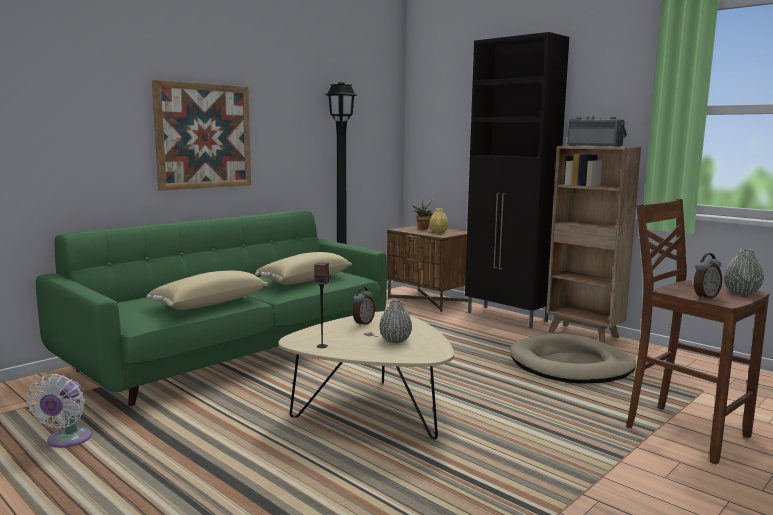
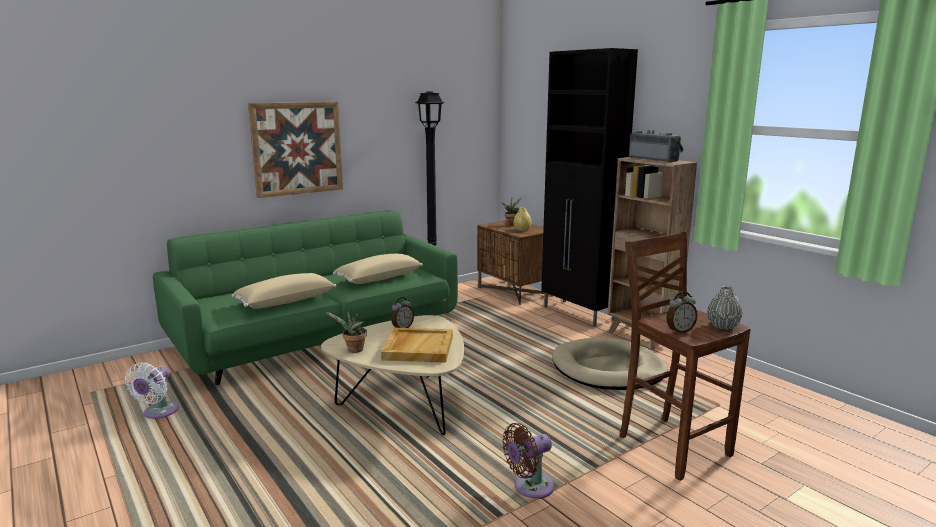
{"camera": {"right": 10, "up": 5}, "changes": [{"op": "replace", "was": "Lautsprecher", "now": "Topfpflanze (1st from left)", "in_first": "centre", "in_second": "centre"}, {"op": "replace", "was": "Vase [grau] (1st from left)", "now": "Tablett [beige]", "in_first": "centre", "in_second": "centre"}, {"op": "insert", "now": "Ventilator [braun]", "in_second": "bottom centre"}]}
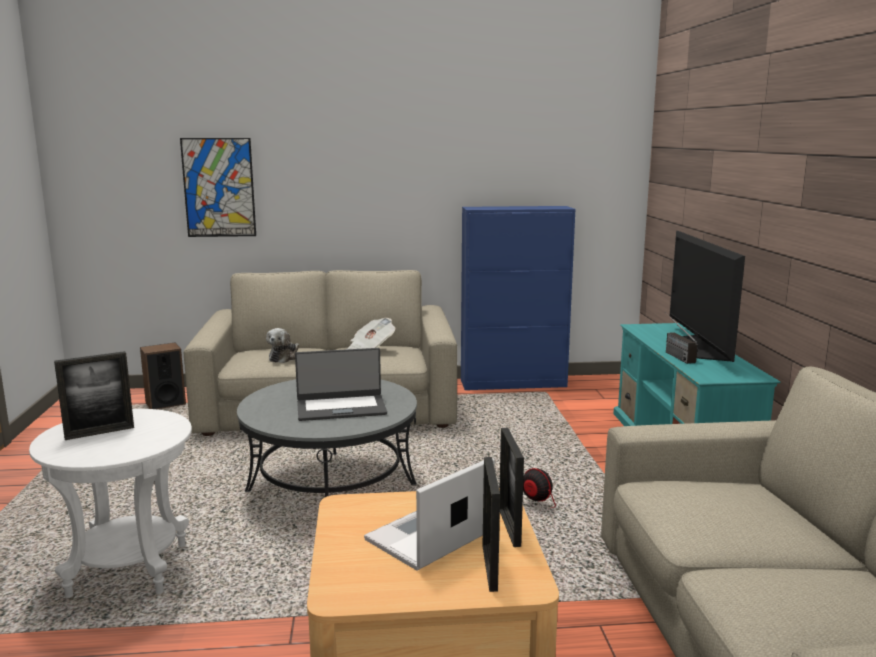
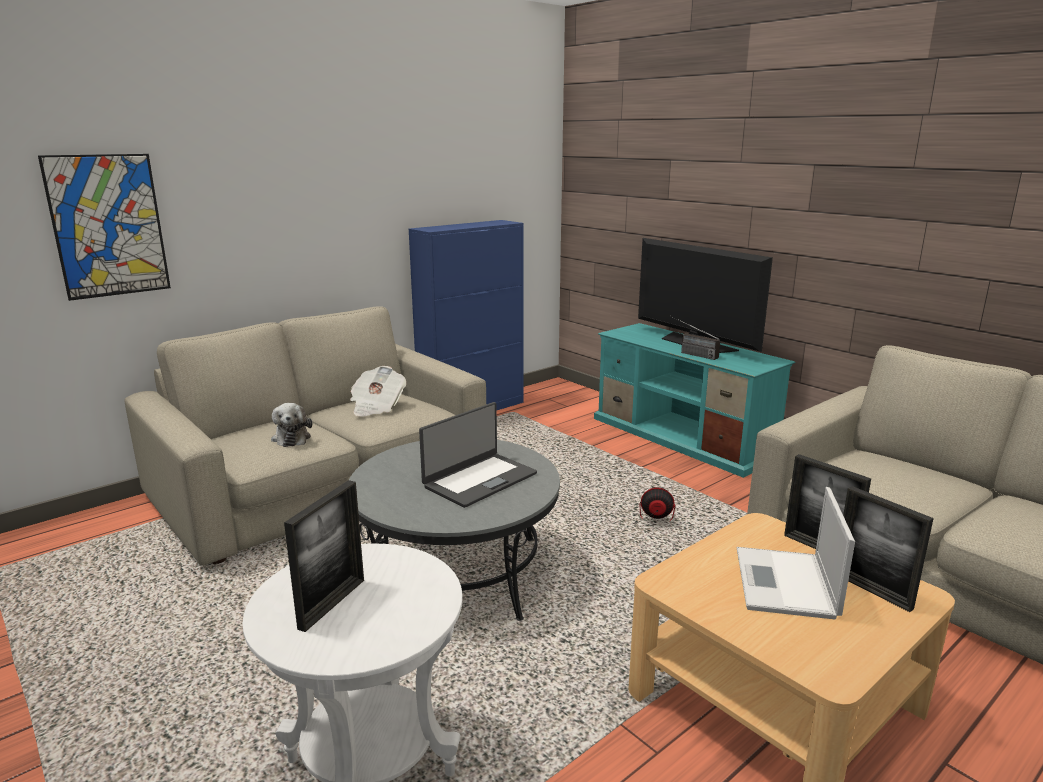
{"camera": {"right": -35, "up": 5}, "changes": [{"op": "delete", "was": "Lautsprecher", "in_first": "middle left"}]}
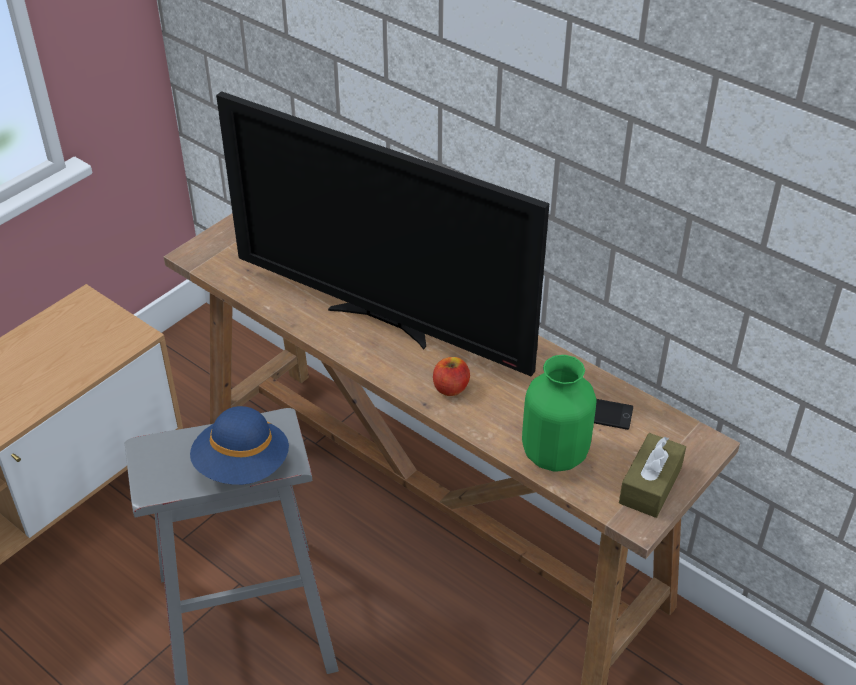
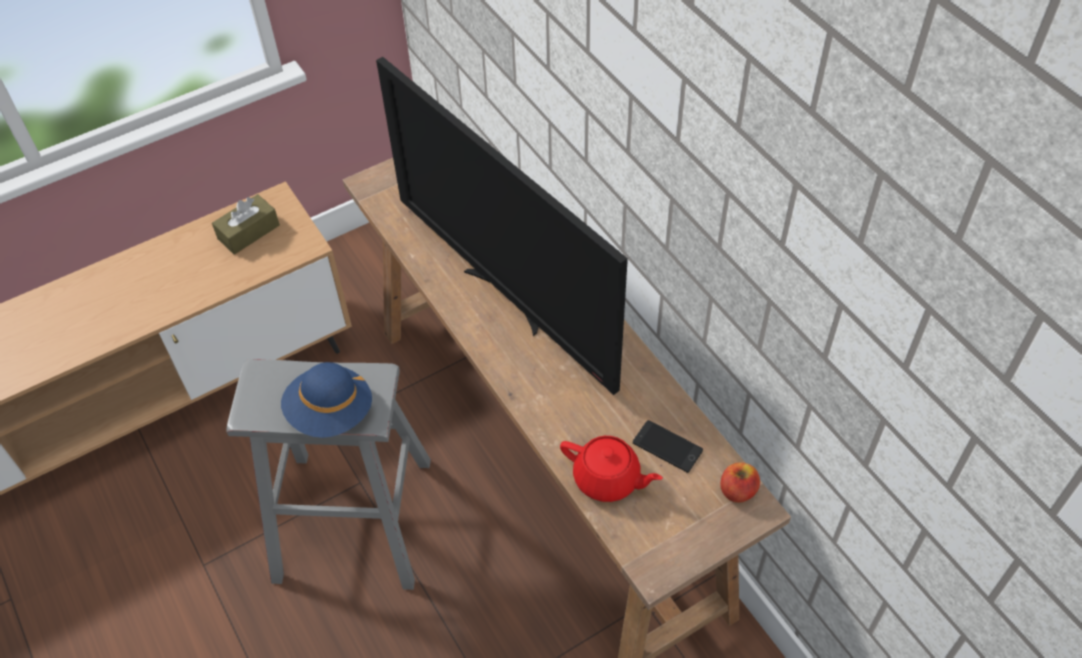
{"camera": {"right": 20, "up": 10}, "changes": [{"op": "replace", "was": "Vase [grün]", "now": "Teekanne [rot]", "in_first": "centre", "in_second": "bottom centre"}, {"op": "move", "was": "Apfel", "in_first": "centre", "in_second": "bottom right"}, {"op": "move", "was": "Taschentuchbox [braun]", "in_first": "bottom right", "in_second": "middle left"}]}
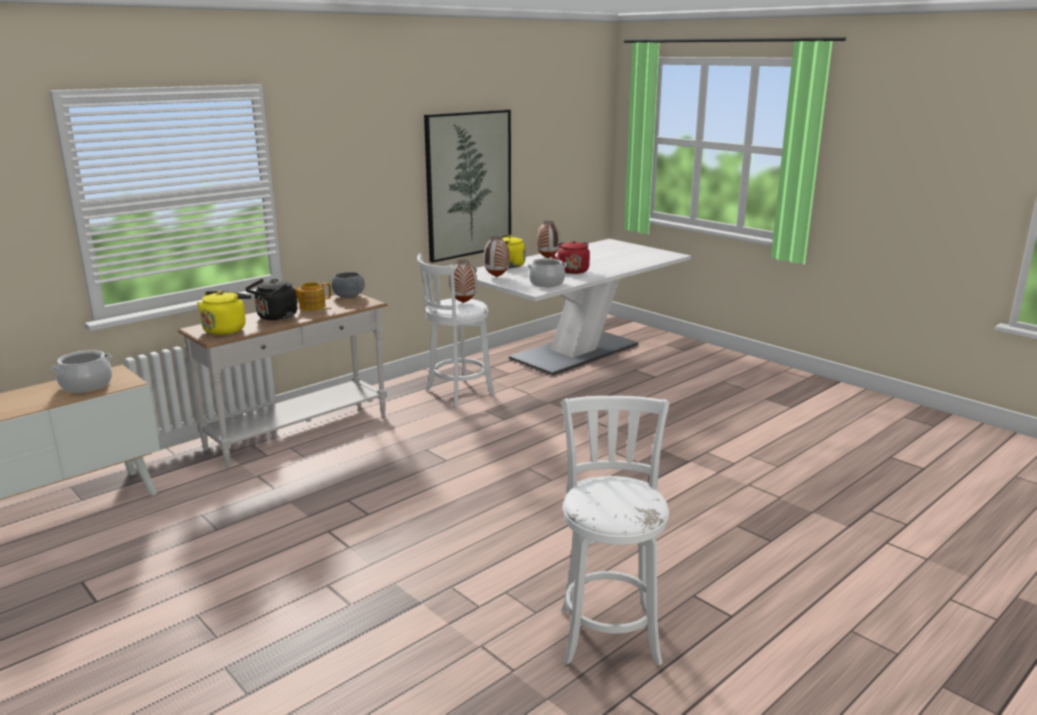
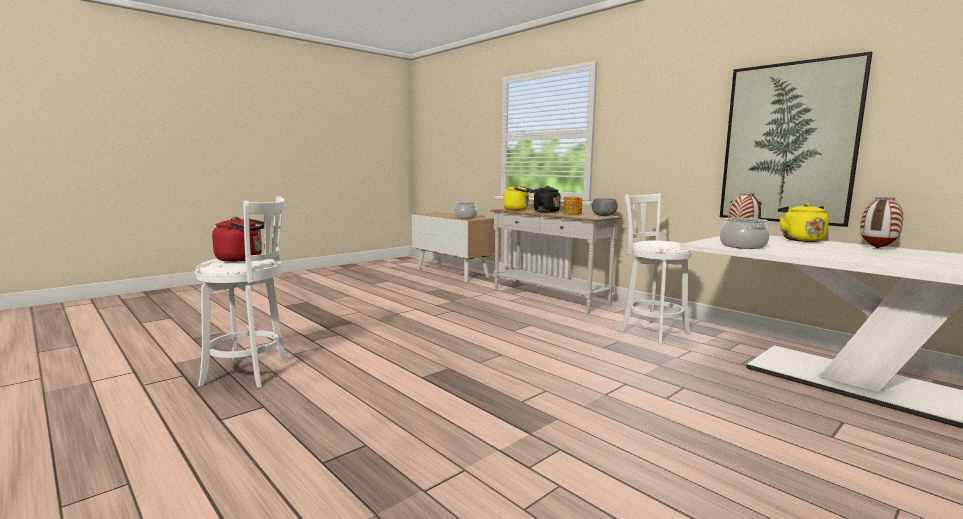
{"camera": {"right": 90, "up": -10}, "changes": [{"op": "move", "was": "Wasserkessel [rot]", "in_first": "centre", "in_second": "middle left"}, {"op": "delete", "was": "Vase (1st from left)", "in_first": "centre"}]}
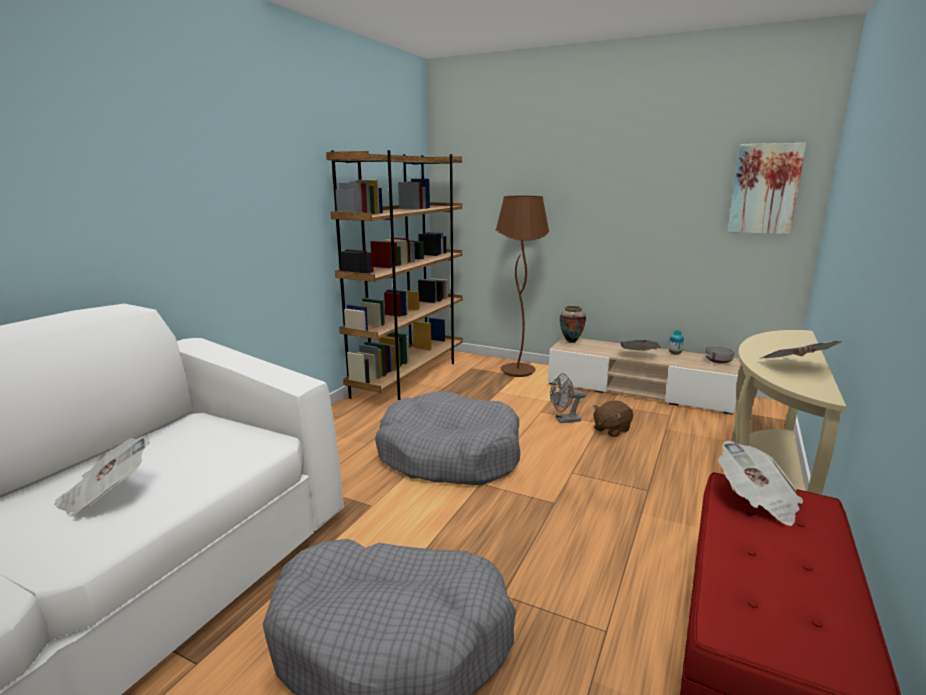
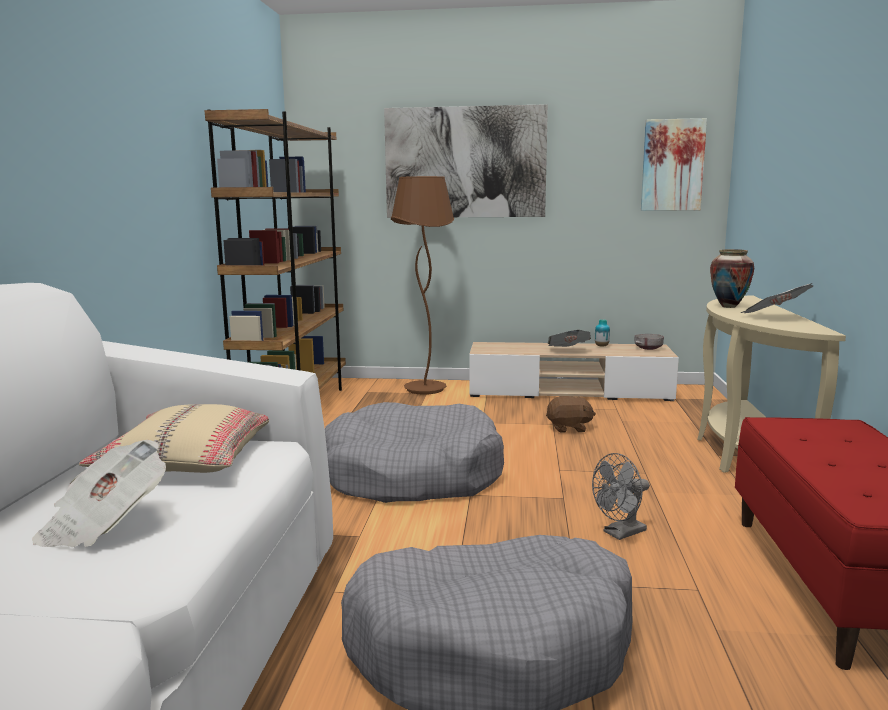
{"camera": {"right": -20, "up": -5}, "changes": [{"op": "move", "was": "Vase (1st from left in the first image)", "now": "Vase (2nd from left)", "in_first": "centre", "in_second": "middle right"}, {"op": "move", "was": "Ventilator [grau]", "in_first": "centre", "in_second": "bottom right"}, {"op": "rotate", "was": "Plüschtier [braun]", "in_first": "centre", "in_second": "centre", "clockwise": -120}, {"op": "delete", "was": "Zeitung (3rd from left)", "in_first": "bottom right"}, {"op": "insert", "now": "Bild (1st from left)", "in_second": "top centre"}, {"op": "insert", "now": "Kissen [beige]", "in_second": "middle left"}]}
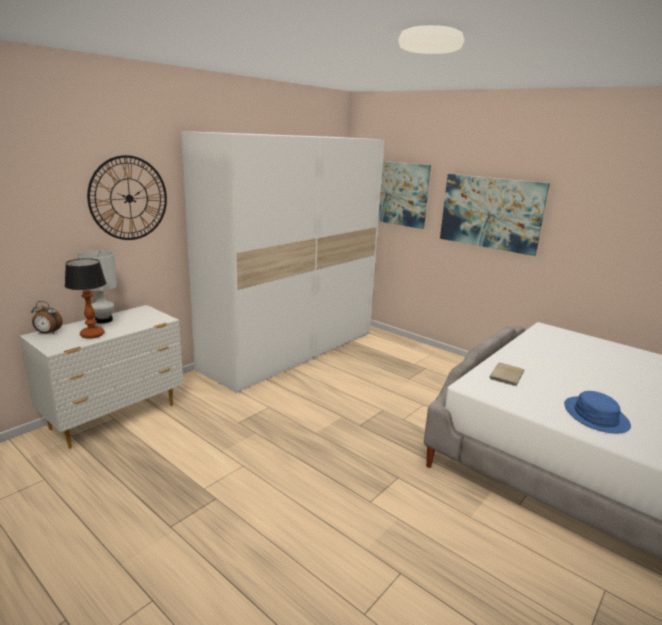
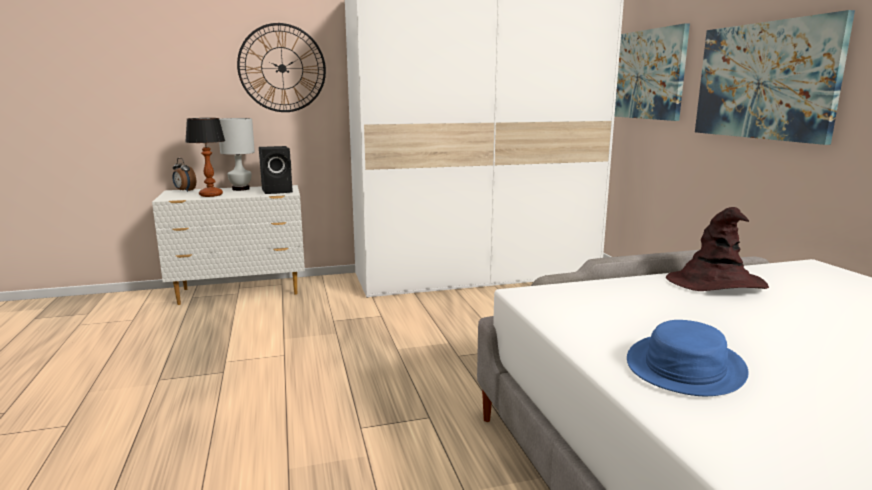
{"camera": {"right": 35, "up": -5}, "changes": [{"op": "delete", "was": "Buch [beige]", "in_first": "middle right"}, {"op": "insert", "now": "Lautsprecher [schwarz]", "in_second": "middle left"}, {"op": "insert", "now": "Hut [braun]", "in_second": "middle right"}]}
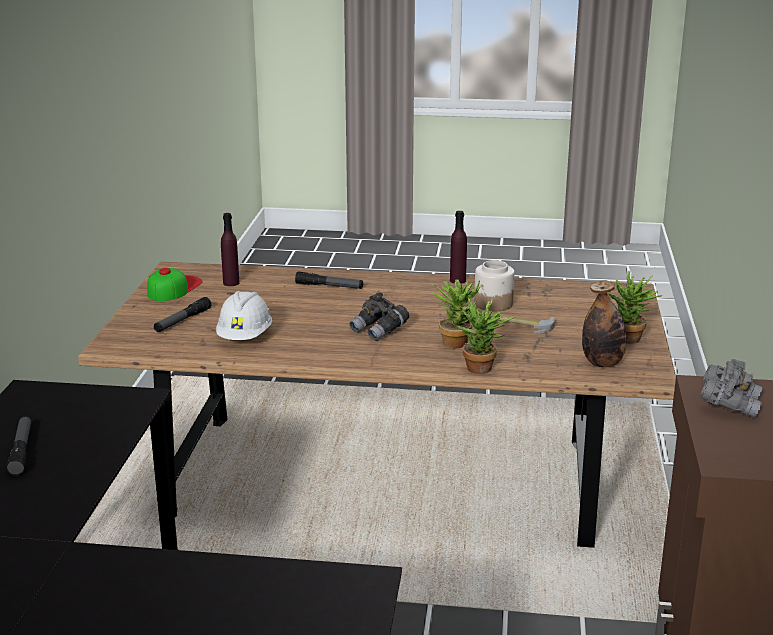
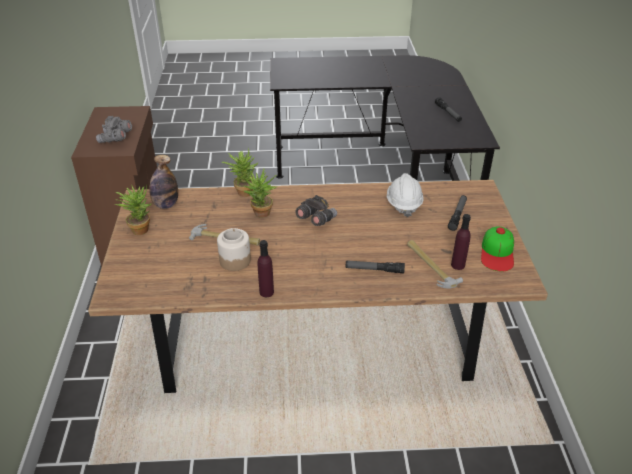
{"camera": {"right": 170, "up": 15}, "changes": [{"op": "insert", "now": "Hammer (2nd from left)", "in_second": "middle right"}]}
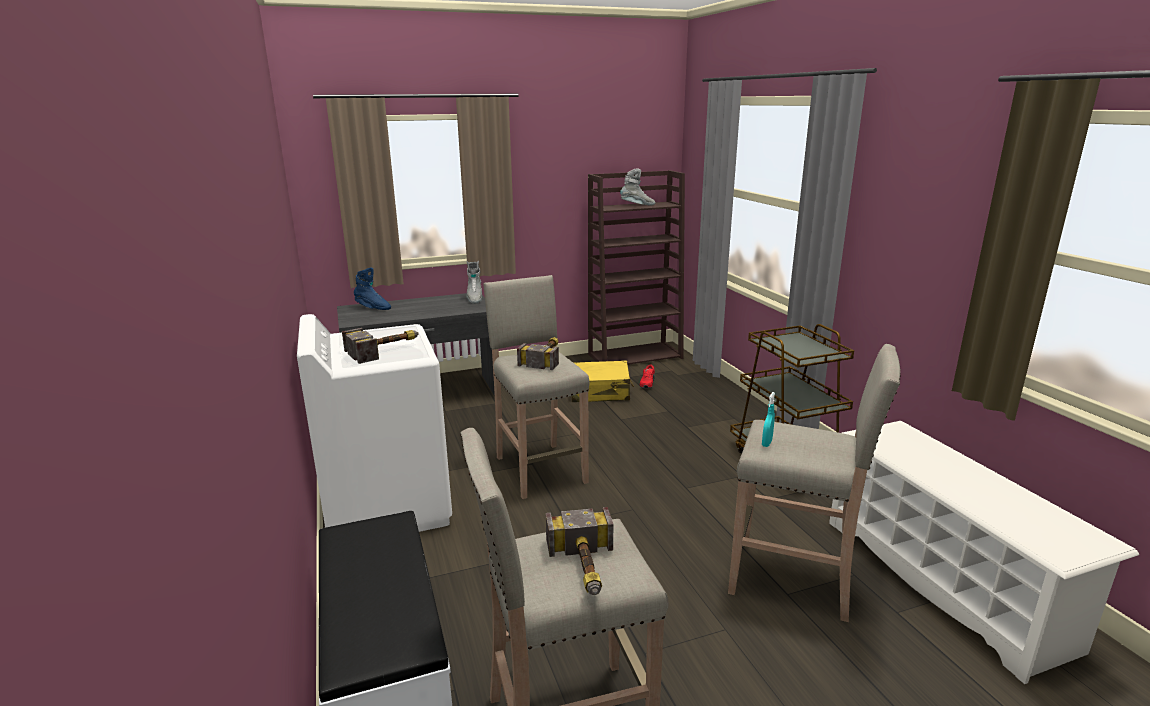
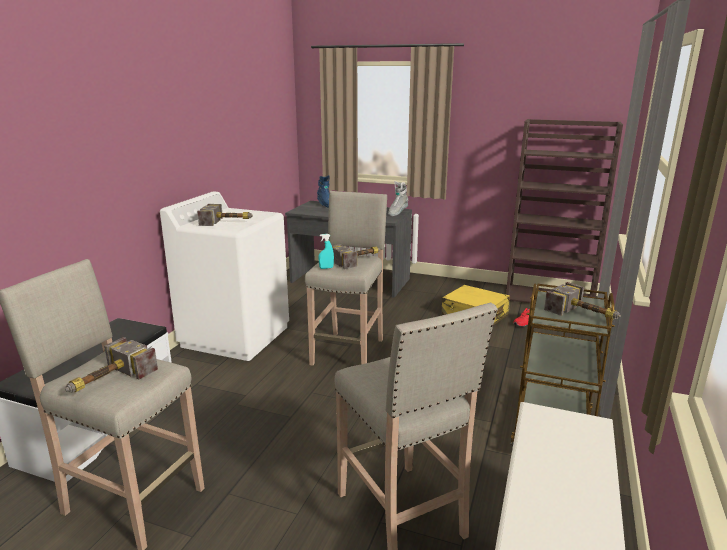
{"camera": {"right": 40, "up": 0}, "changes": [{"op": "delete", "was": "Stiefel [grau] (2nd from left)", "in_first": "top centre"}, {"op": "move", "was": "Sprühflasche [türkis]", "in_first": "middle right", "in_second": "centre"}, {"op": "insert", "now": "Hammer (4th from left)", "in_second": "middle right"}]}
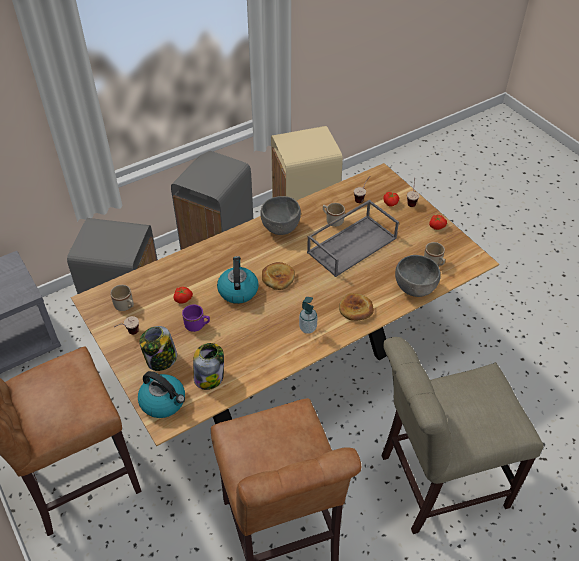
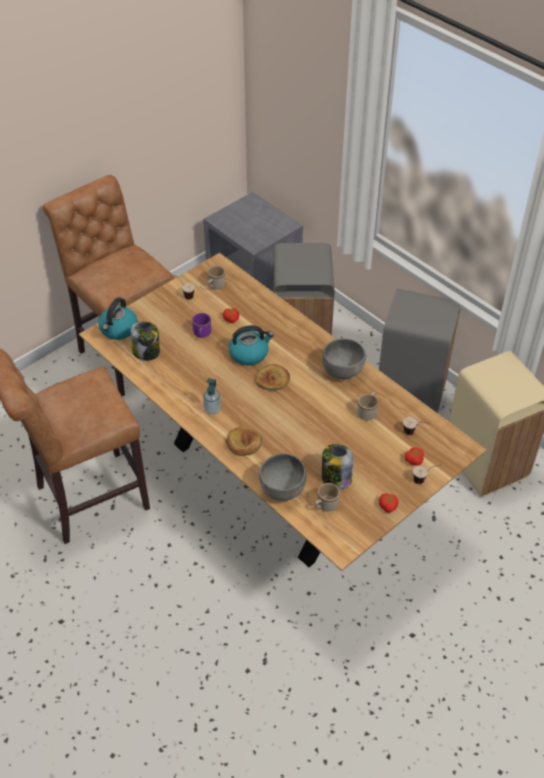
{"camera": {"right": 80, "up": 0}, "changes": [{"op": "delete", "was": "Tablett [grau]", "in_first": "centre"}, {"op": "move", "was": "Vorratsglas (1st from left in the first image)", "now": "Vorratsglas (2nd from left)", "in_first": "middle left", "in_second": "centre"}, {"op": "delete", "was": "Stuhl [beige]", "in_first": "bottom right"}]}
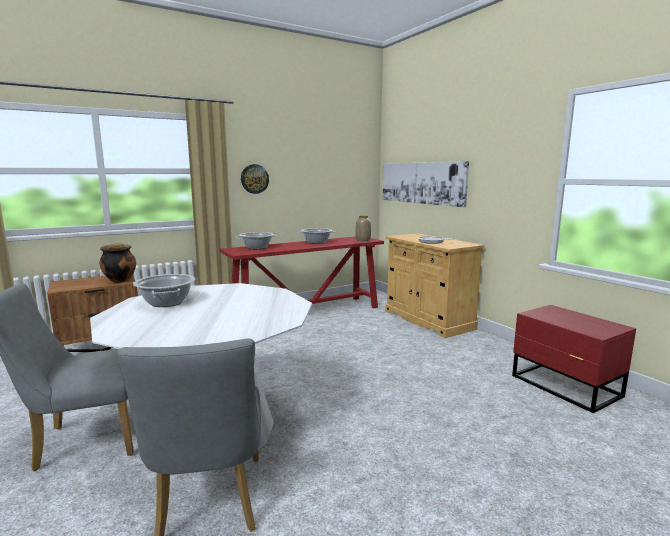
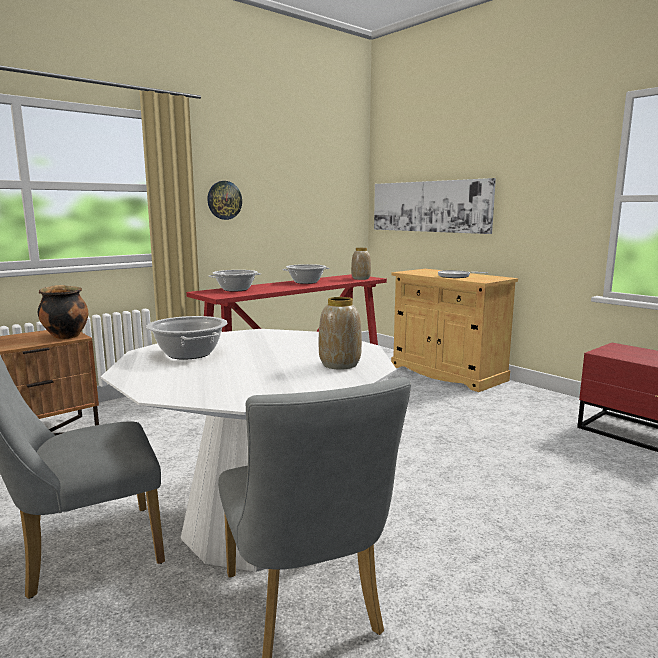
{"camera": {"right": -10, "up": 0}, "changes": [{"op": "insert", "now": "Vase (1st from left)", "in_second": "centre"}]}
